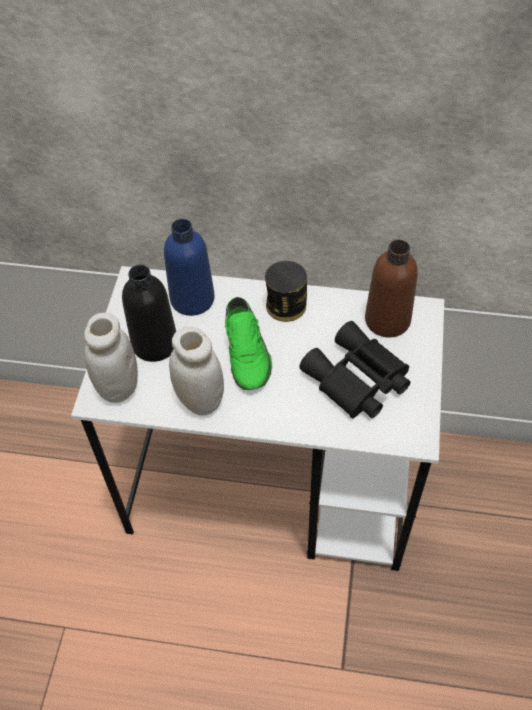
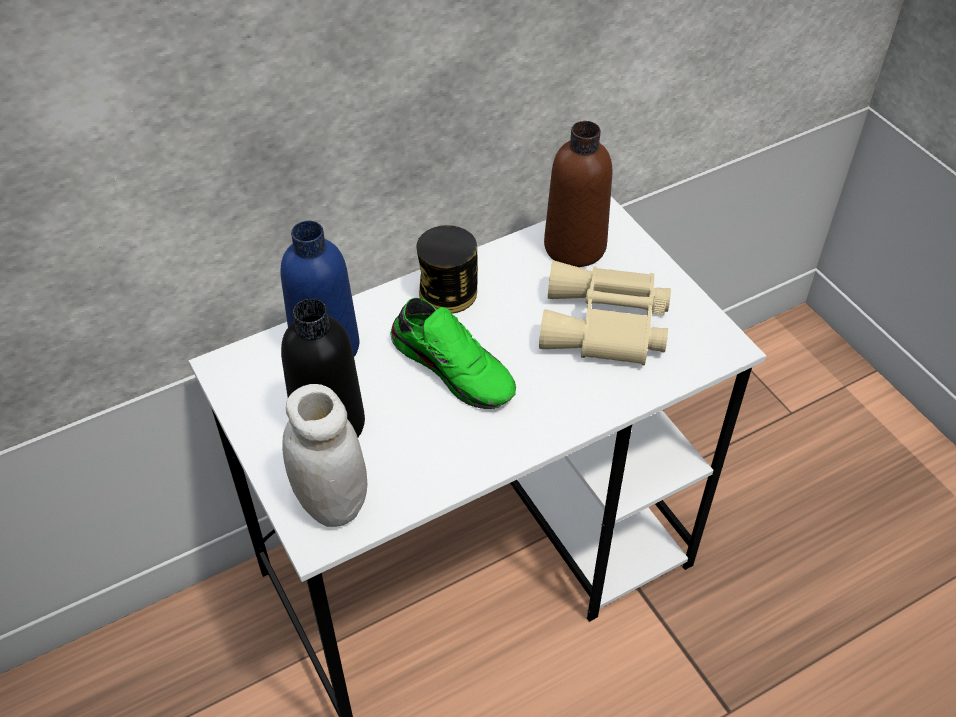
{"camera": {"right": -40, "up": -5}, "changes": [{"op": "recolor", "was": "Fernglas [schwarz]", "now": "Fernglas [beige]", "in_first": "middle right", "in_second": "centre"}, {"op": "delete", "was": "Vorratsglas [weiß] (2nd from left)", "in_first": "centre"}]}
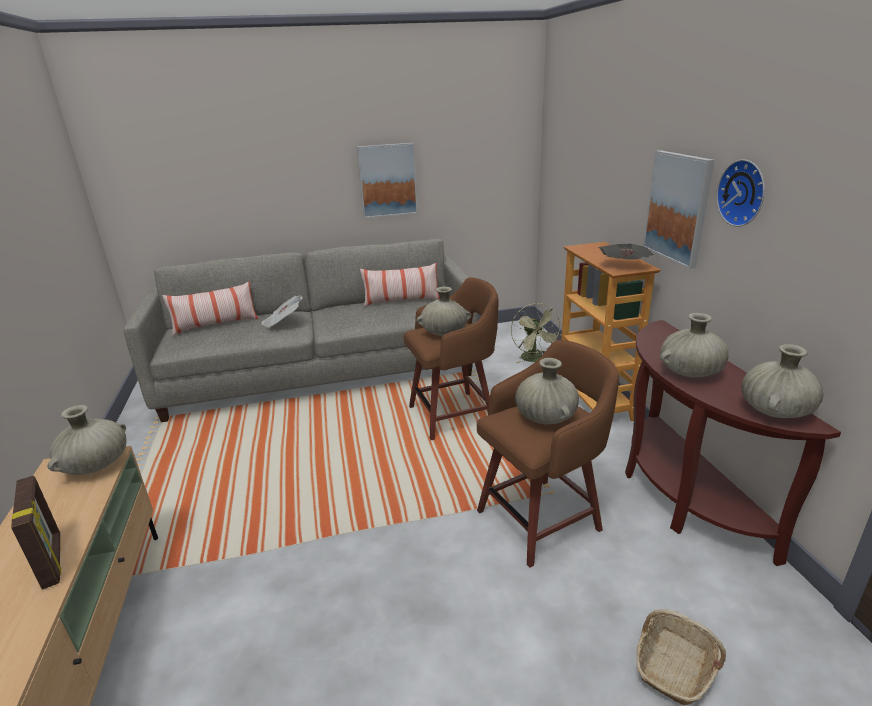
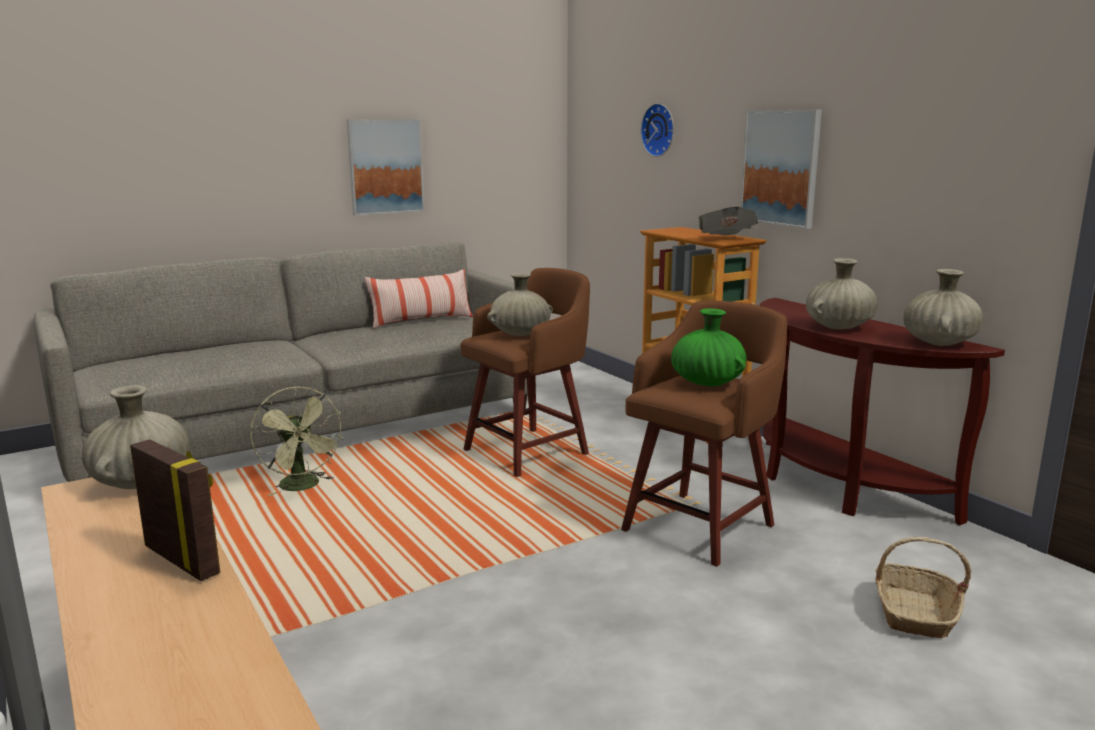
{"camera": {"right": -20, "up": -10}, "changes": [{"op": "move", "was": "Wanduhr", "in_first": "top right", "in_second": "top centre"}, {"op": "delete", "was": "Kissen (1st from left)", "in_first": "middle left"}, {"op": "delete", "was": "Zeitung (1st from left)", "in_first": "middle left"}, {"op": "move", "was": "Ventilator [grün]", "in_first": "centre", "in_second": "middle left"}, {"op": "recolor", "was": "Vase [beige] (3rd from left)", "now": "Vase [grün]", "in_first": "centre", "in_second": "centre"}]}
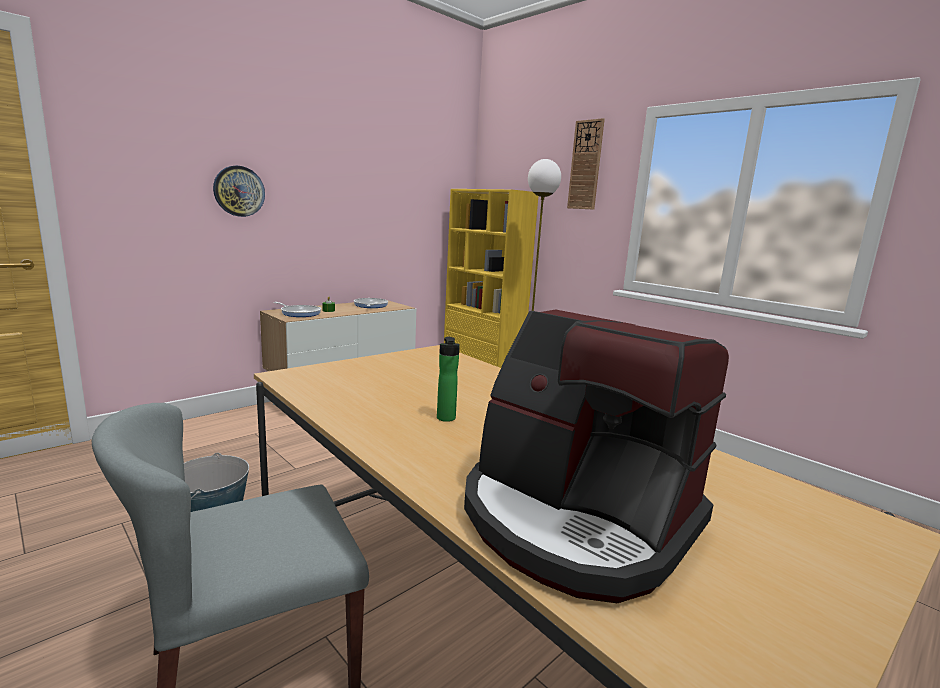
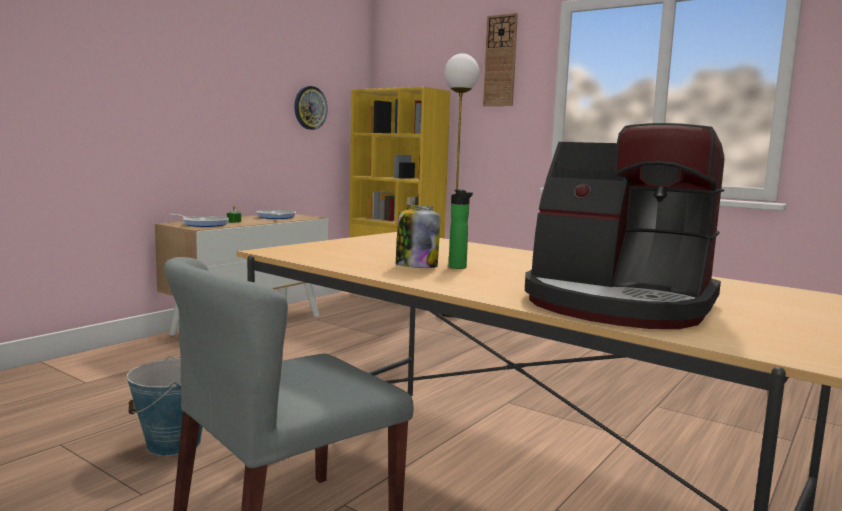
{"camera": {"right": -10, "up": -5}, "changes": [{"op": "move", "was": "Wanduhr (1st from left)", "in_first": "top left", "in_second": "top centre"}, {"op": "insert", "now": "Vorratsglas", "in_second": "centre"}]}
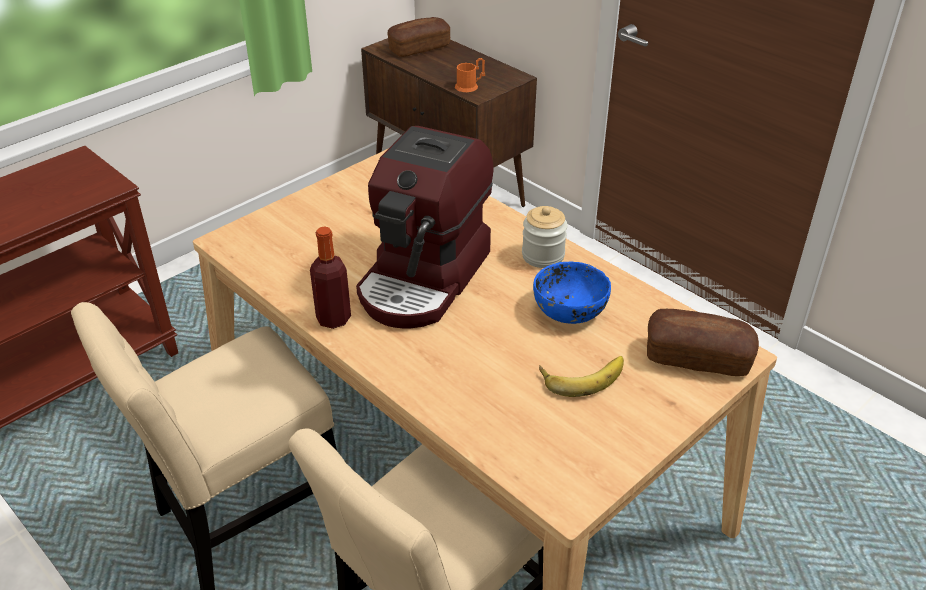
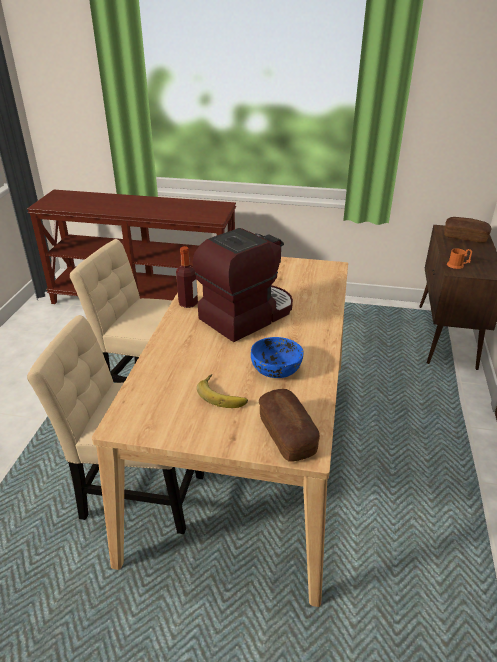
{"camera": {"right": 55, "up": -5}, "changes": [{"op": "rotate", "was": "Kaffeemaschine", "in_first": "centre", "in_second": "centre", "clockwise": 150}, {"op": "delete", "was": "Vorratsglas", "in_first": "centre"}]}
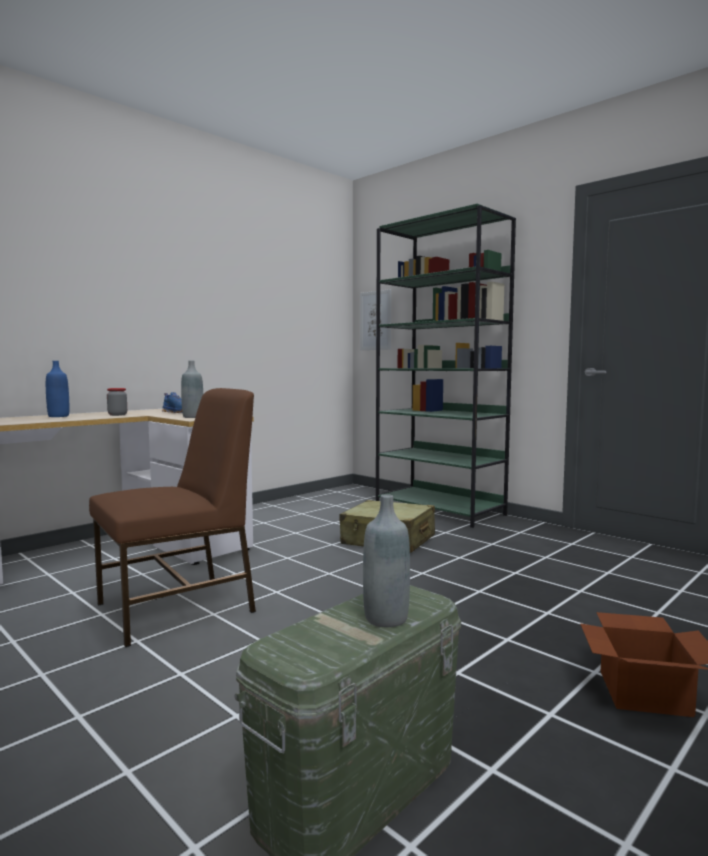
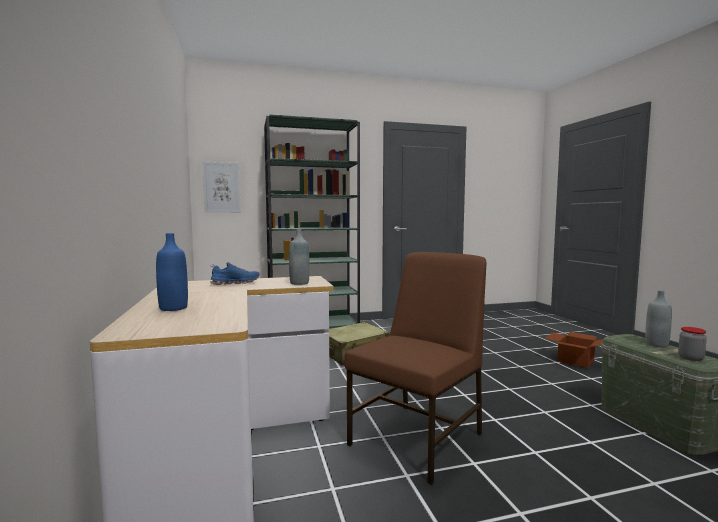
{"camera": {"right": -60, "up": 0}, "changes": [{"op": "rotate", "was": "Stuhl [braun]", "in_first": "middle left", "in_second": "bottom centre", "clockwise": 45}, {"op": "move", "was": "Vorratsglas", "in_first": "middle left", "in_second": "middle right"}]}
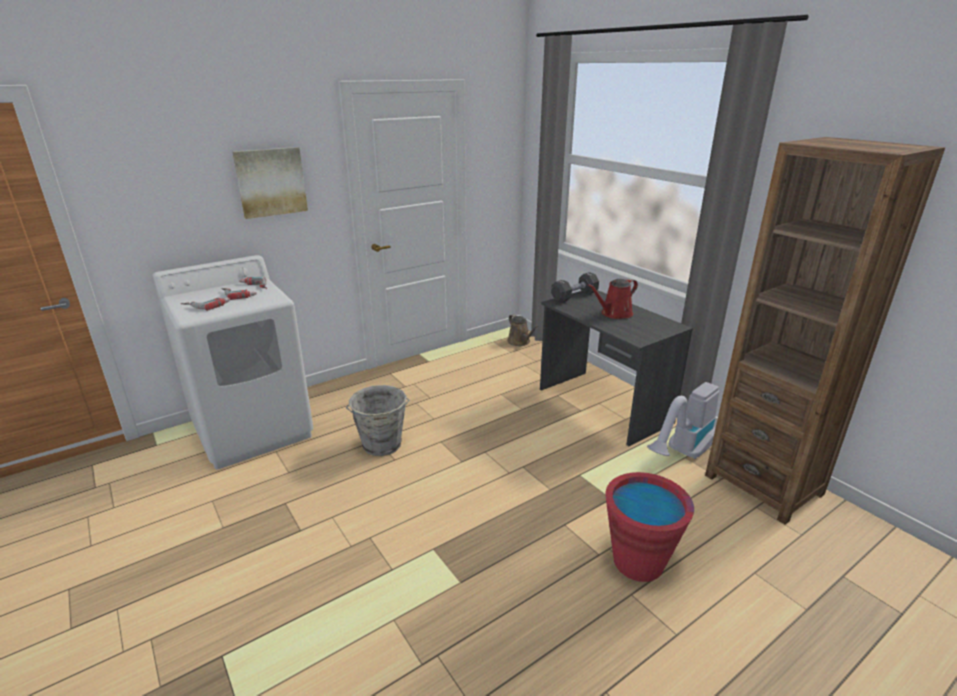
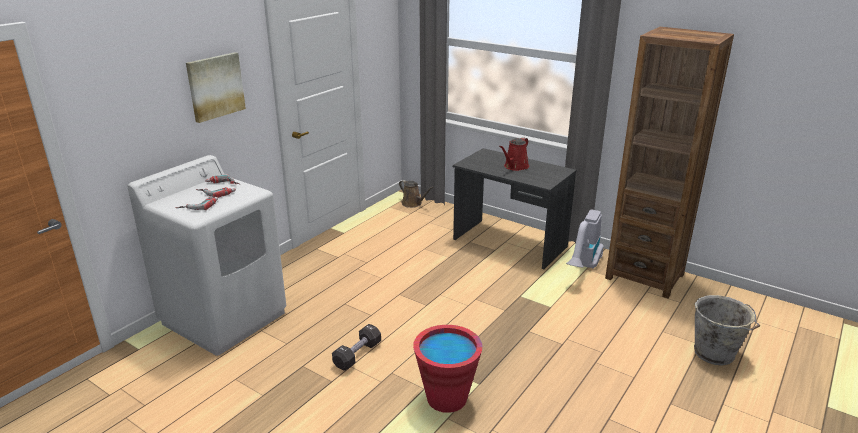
{"camera": {"right": -20, "up": 0}, "changes": [{"op": "move", "was": "Hantel [schwarz]", "in_first": "centre", "in_second": "bottom centre"}, {"op": "move", "was": "Eimer [grau]", "in_first": "centre", "in_second": "bottom right"}, {"op": "move", "was": "Eimer [rot]", "in_first": "bottom right", "in_second": "bottom centre"}]}
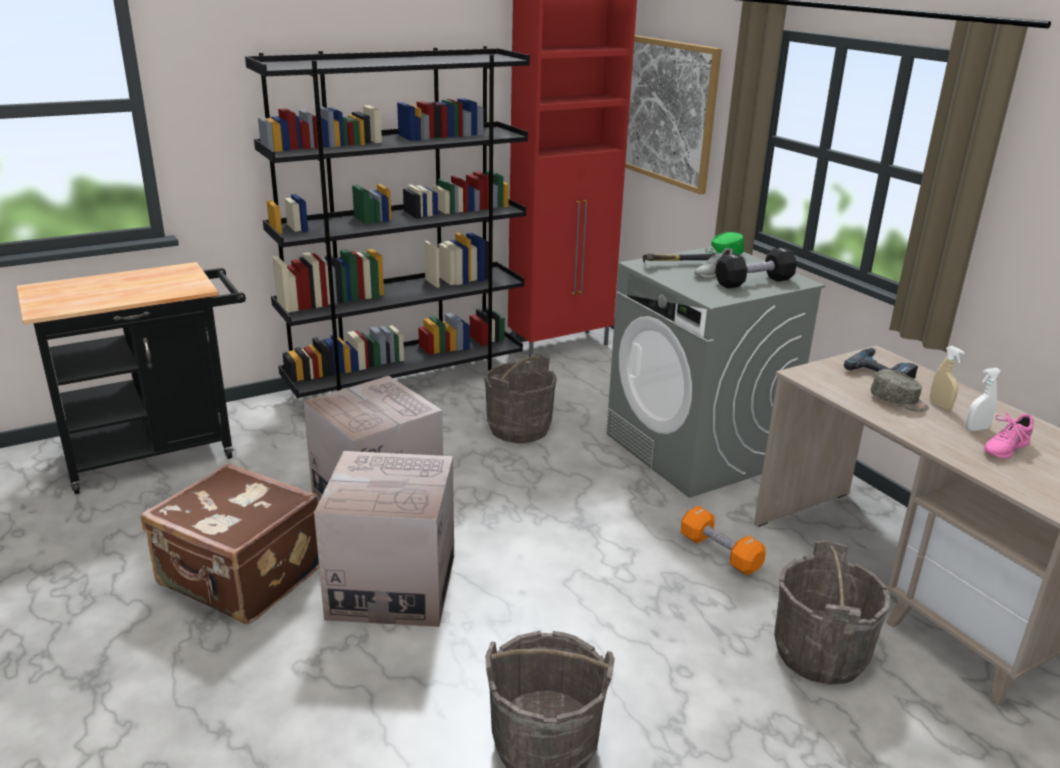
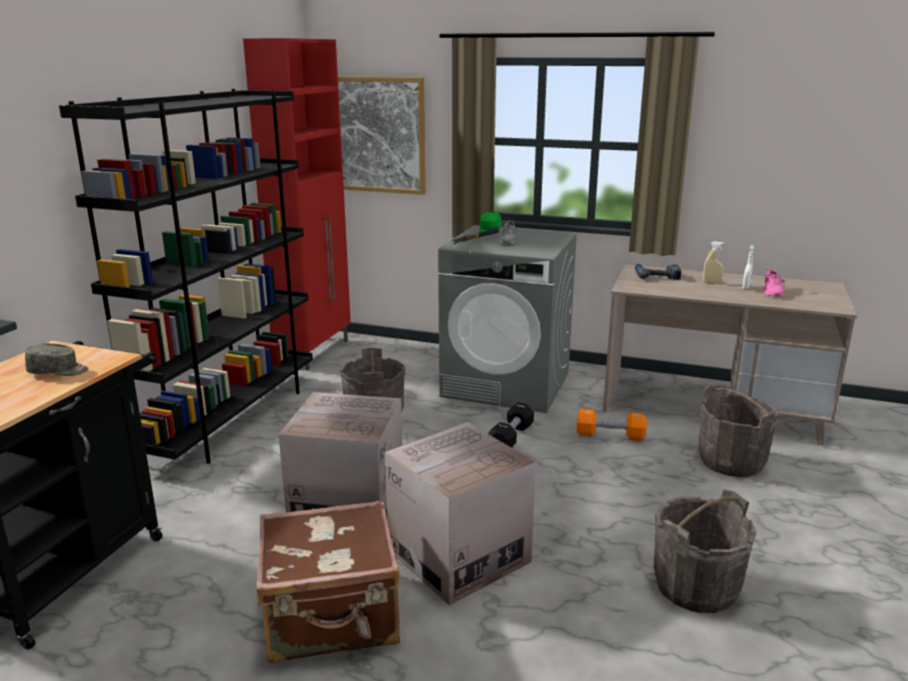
{"camera": {"right": -40, "up": -5}, "changes": [{"op": "move", "was": "Hantel [schwarz]", "in_first": "middle right", "in_second": "centre"}, {"op": "move", "was": "Kappe [grau]", "in_first": "middle right", "in_second": "middle left"}]}
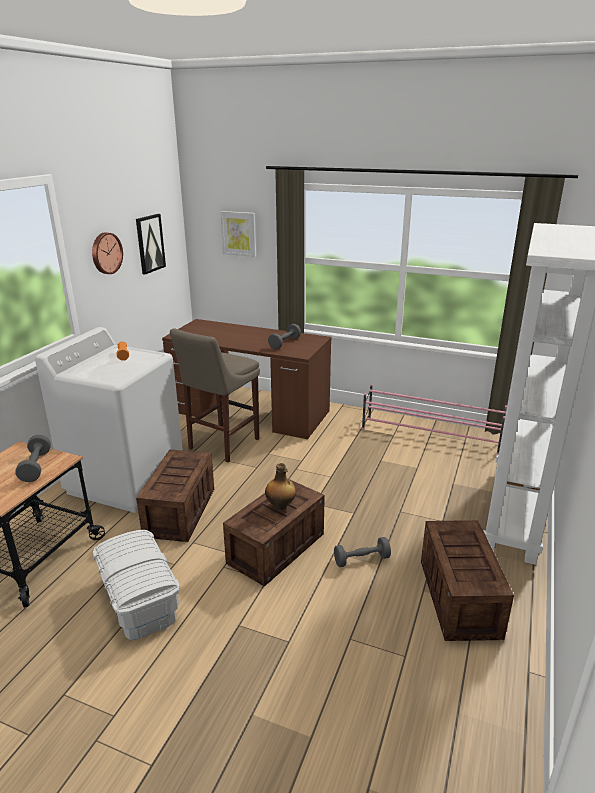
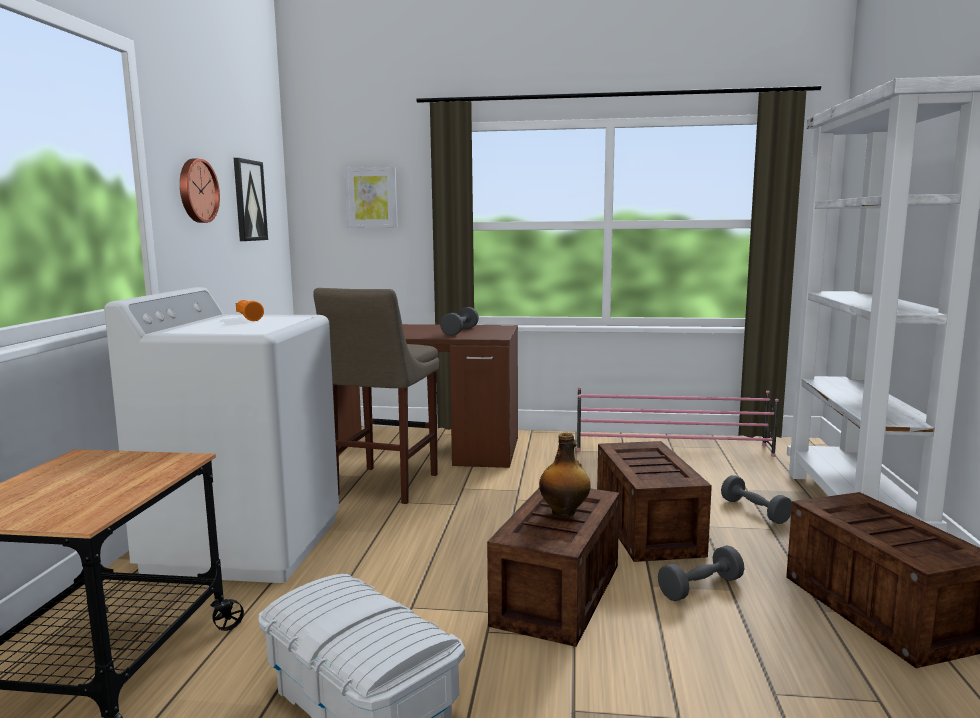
{"camera": {"right": -15, "up": -15}, "changes": [{"op": "move", "was": "Hantel [grau] (1st from left in the first image)", "now": "Hantel [grau] (3rd from left)", "in_first": "middle left", "in_second": "bottom right"}, {"op": "move", "was": "Kiste (1st from left in the first image)", "now": "Kiste (2nd from left)", "in_first": "middle left", "in_second": "bottom right"}]}
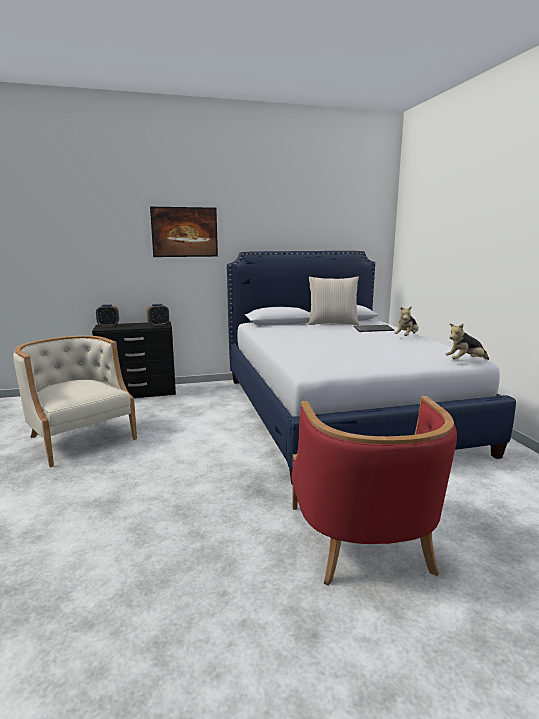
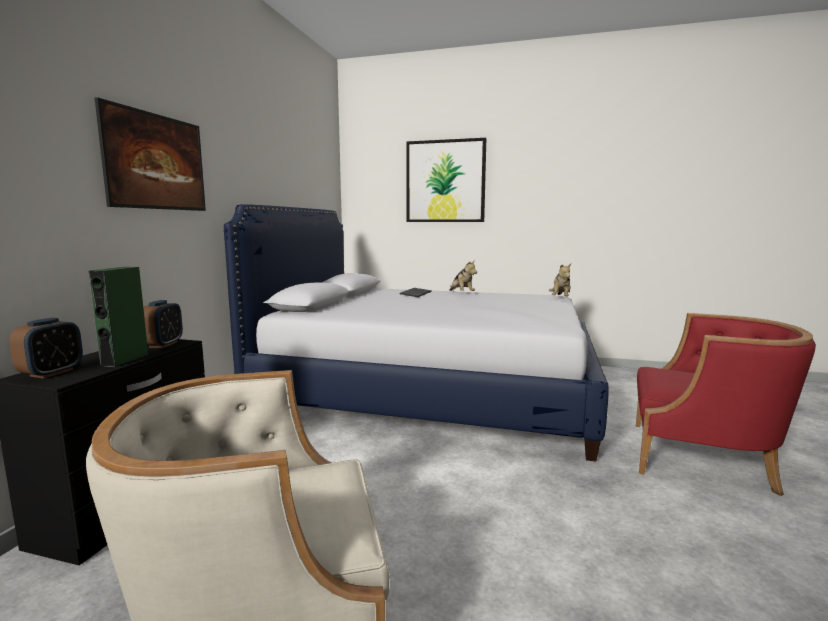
{"camera": {"right": -60, "up": -5}, "changes": [{"op": "delete", "was": "Kissen [beige]", "in_first": "centre"}, {"op": "insert", "now": "Bild (2nd from left)", "in_second": "top centre"}, {"op": "insert", "now": "Lautsprecher [grün]", "in_second": "middle left"}]}
